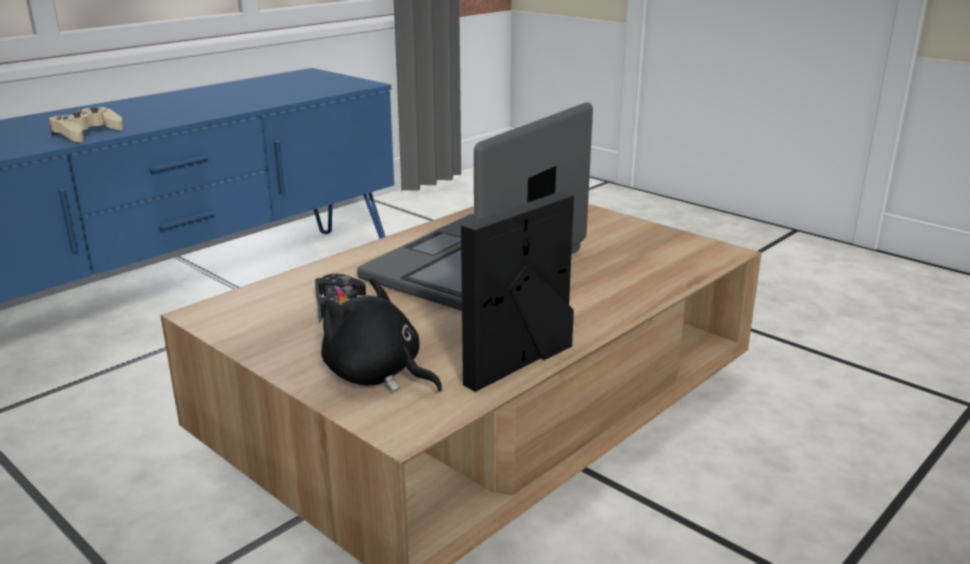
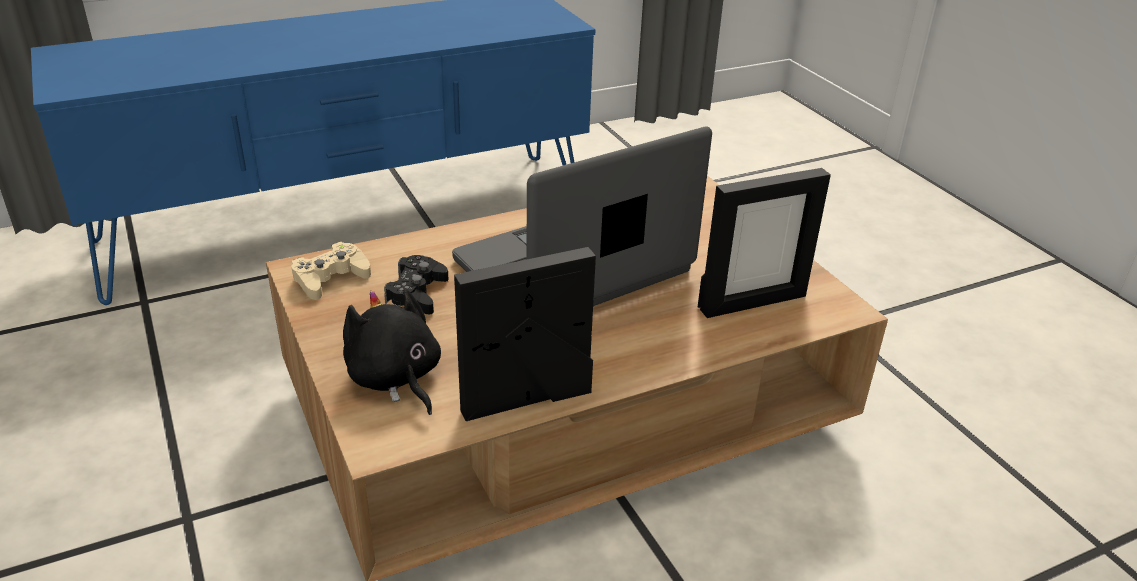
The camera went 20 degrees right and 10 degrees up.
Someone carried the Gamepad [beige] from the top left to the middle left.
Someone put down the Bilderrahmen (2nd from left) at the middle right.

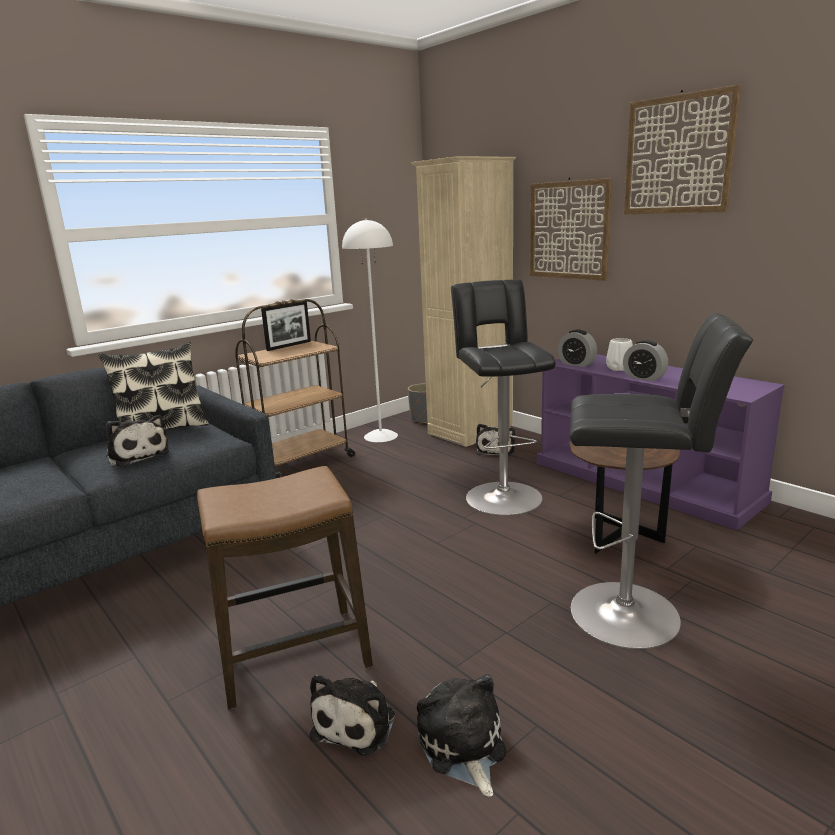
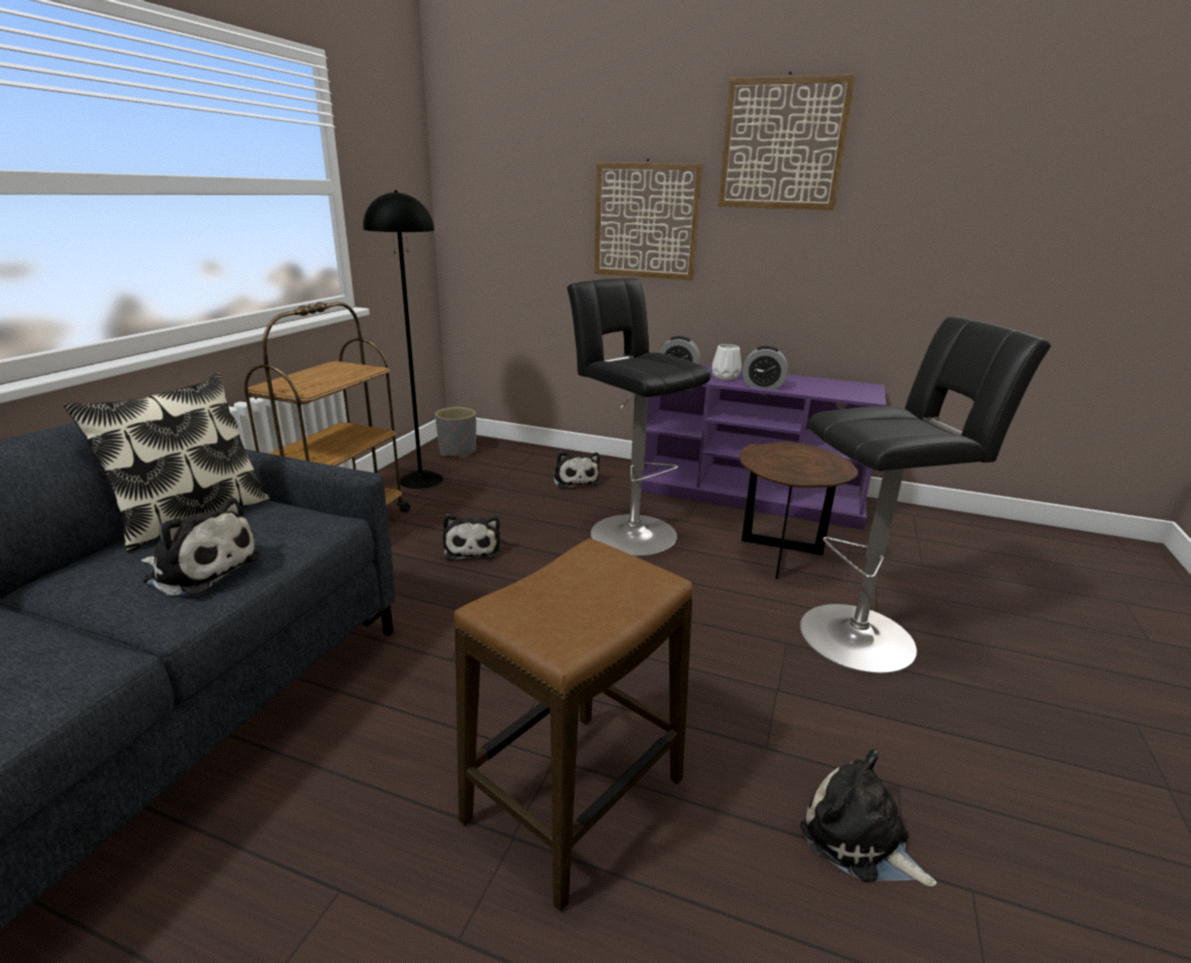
The camera went 30 degrees left and 5 degrees up.
Someone repainted the Stehlampe [weiß] at the centre, which became the Stehlampe [schwarz] at the centre.
Someone carried the Plüschtier (2nd from left) from the bottom centre to the centre.
Someone took away the Bilderrahmen at the centre.
Someone took away the Schrank [beige] at the centre.

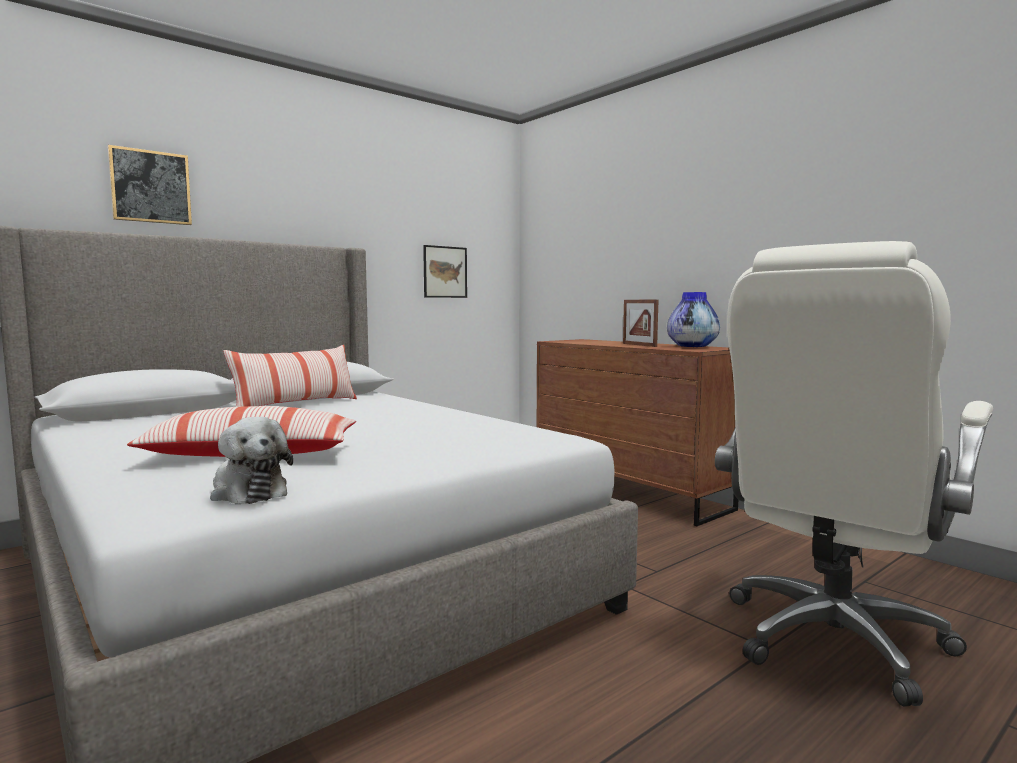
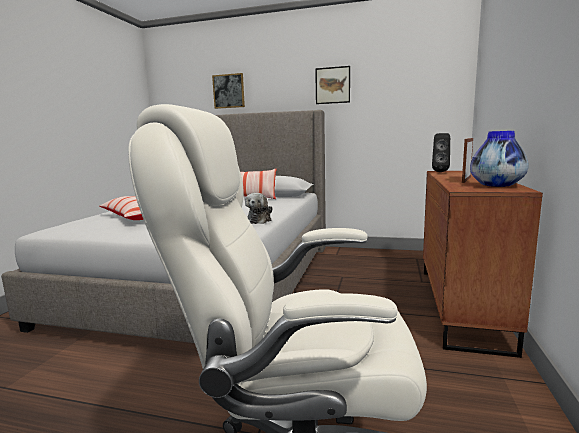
The camera went 55 degrees right and 5 degrees up.
Someone carried the Plüschtier from the middle left to the centre.
Someone carried the Bild (2nd from left) from the centre to the top centre.
Someone put down the Lautsprecher [schwarz] at the middle right.

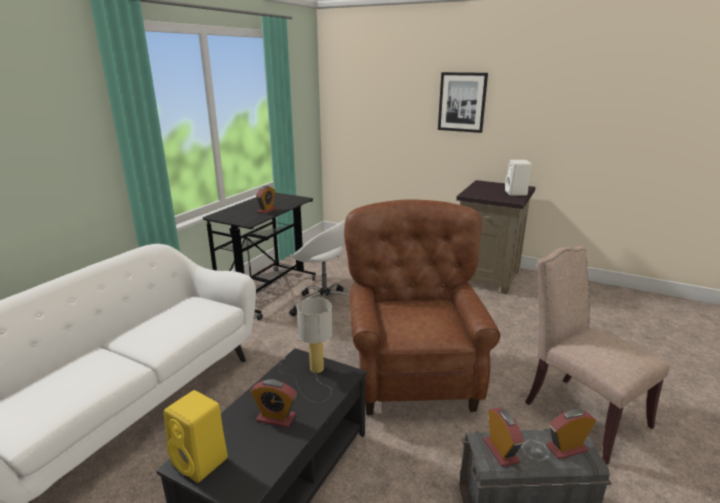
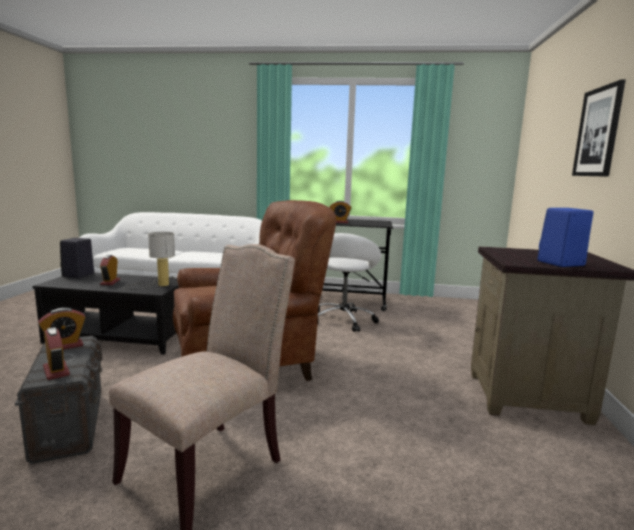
The camera went 70 degrees right and 10 degrees down.
Someone repainted the Lautsprecher [gelb] at the bottom left, which became the Lautsprecher [schwarz] at the middle left.
Someone repainted the Lautsprecher [weiß] at the middle right, which became the Lautsprecher [blau] at the middle right.

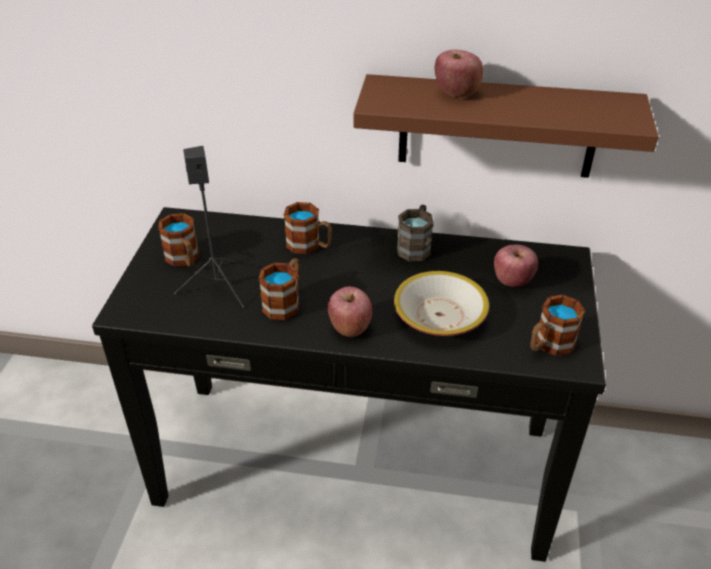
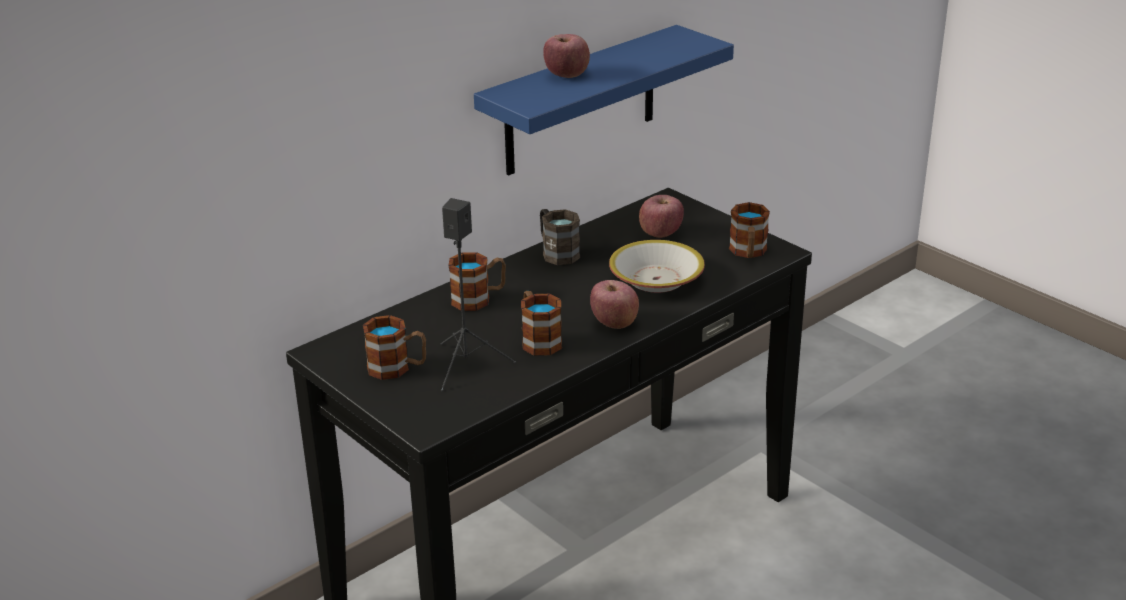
The camera went 50 degrees left and 10 degrees down.
Someone repainted the Wandregal [braun] at the top right, which became the Wandregal [blau] at the top centre.

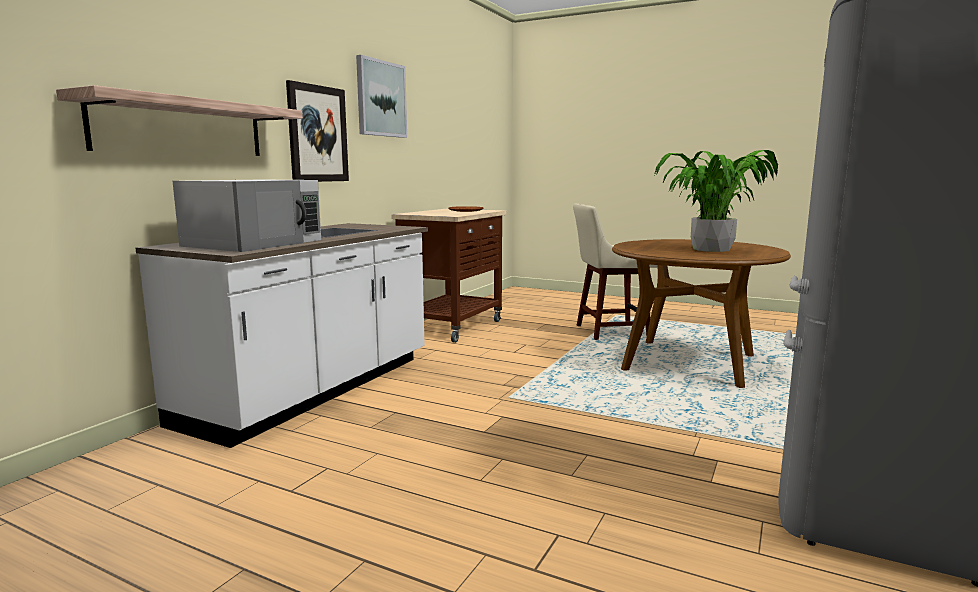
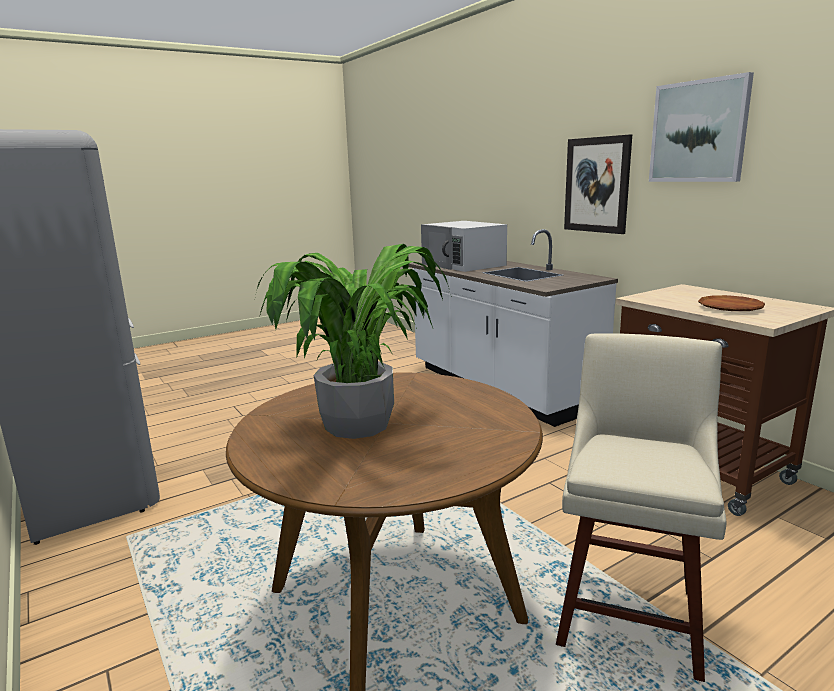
The camera went 120 degrees right and 5 degrees up.
Someone took away the Wandregal at the top left.

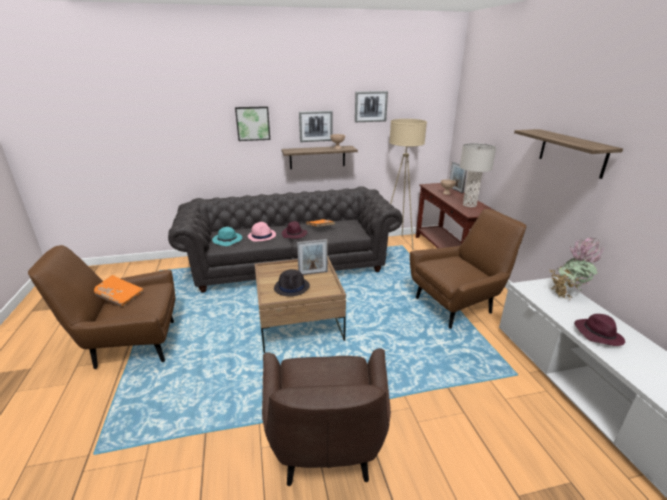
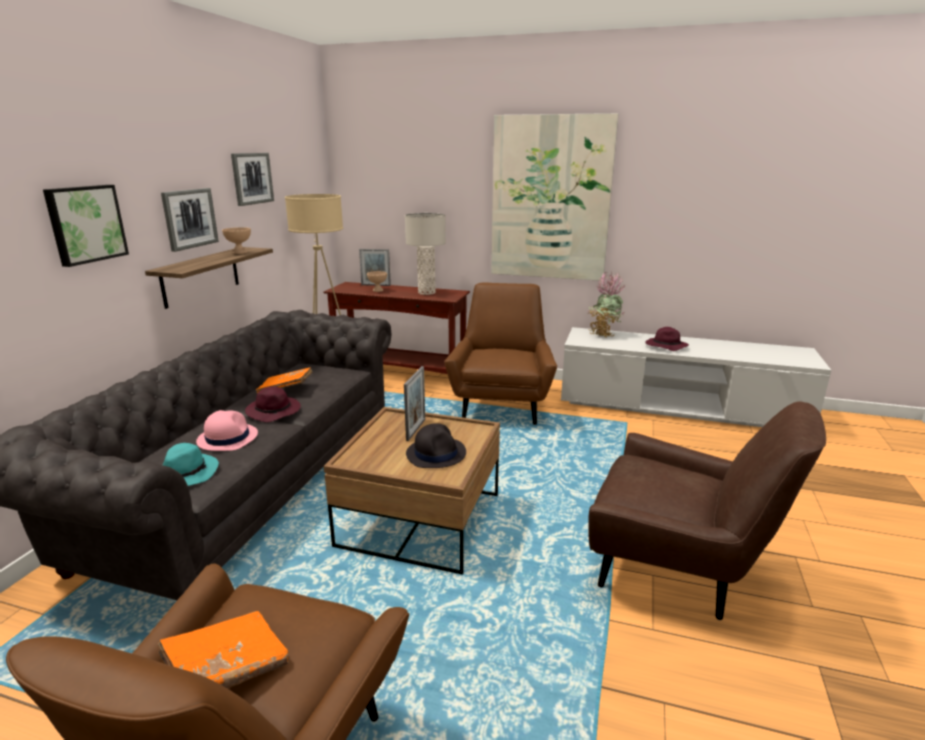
The camera went 60 degrees left and 5 degrees down.
Someone swapped the Wandregal (2nd from left) at the top right for the Bild (4th from left) at the top centre.

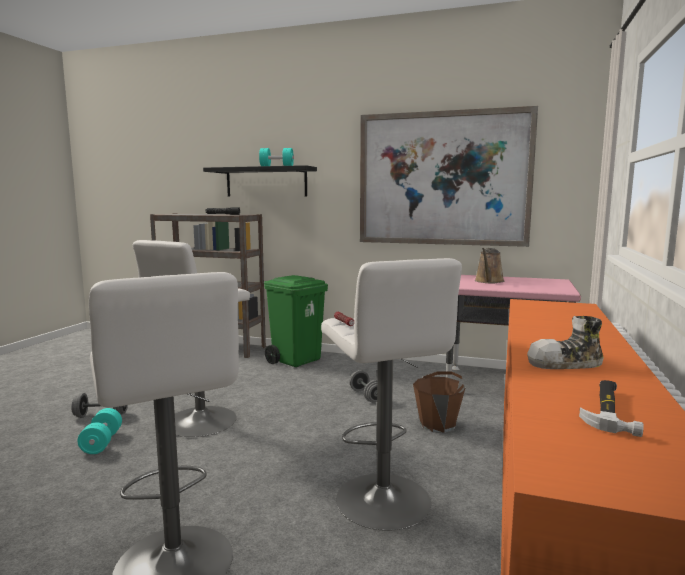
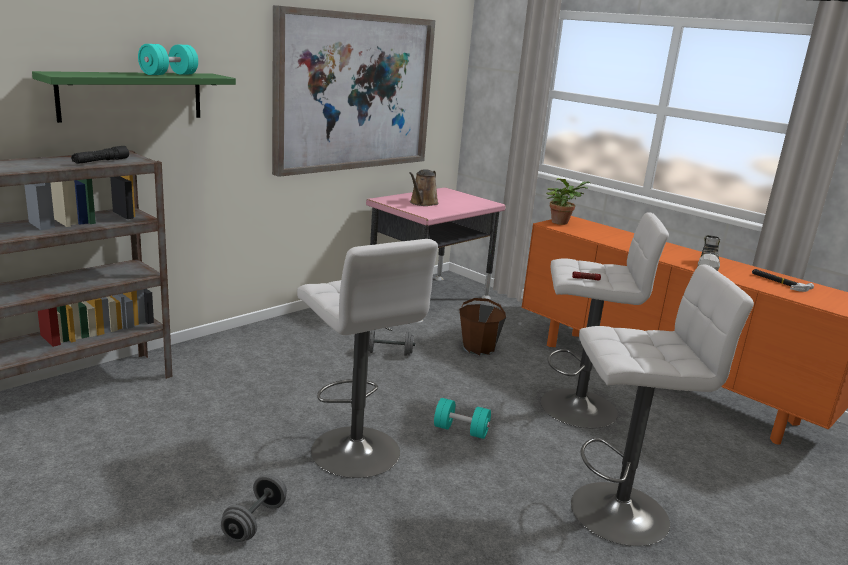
The camera went 65 degrees left and 10 degrees up.
Someone repainted the Wandregal [schwarz] at the top centre, which became the Wandregal [grün] at the top left.
Someone rotated the Gießkanne [braun] at the middle right by 60 degrees clockwise.
Someone carried the Hantel [türkis] (1st from left in the first image) from the bottom left to the bottom centre.
Someone put down the Topfpflanze at the middle right.
Someone took away the Mülleimer [grün] at the centre.

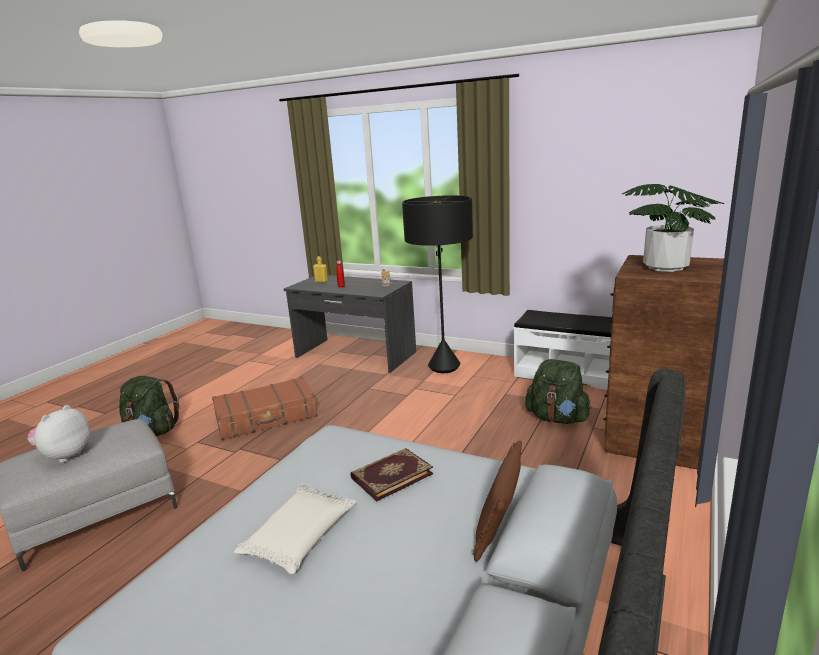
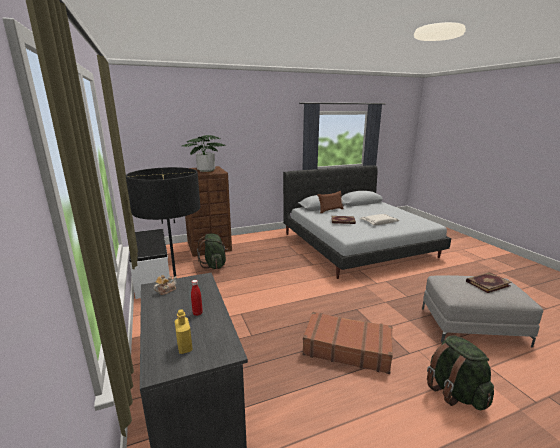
The camera went 140 degrees left and 0 degrees up.
Someone swapped the Plüschtier at the middle left for the Buch (2nd from left) at the middle right.

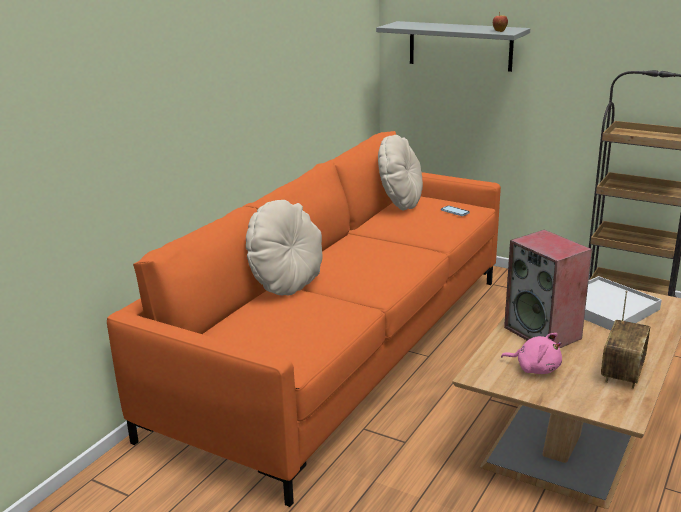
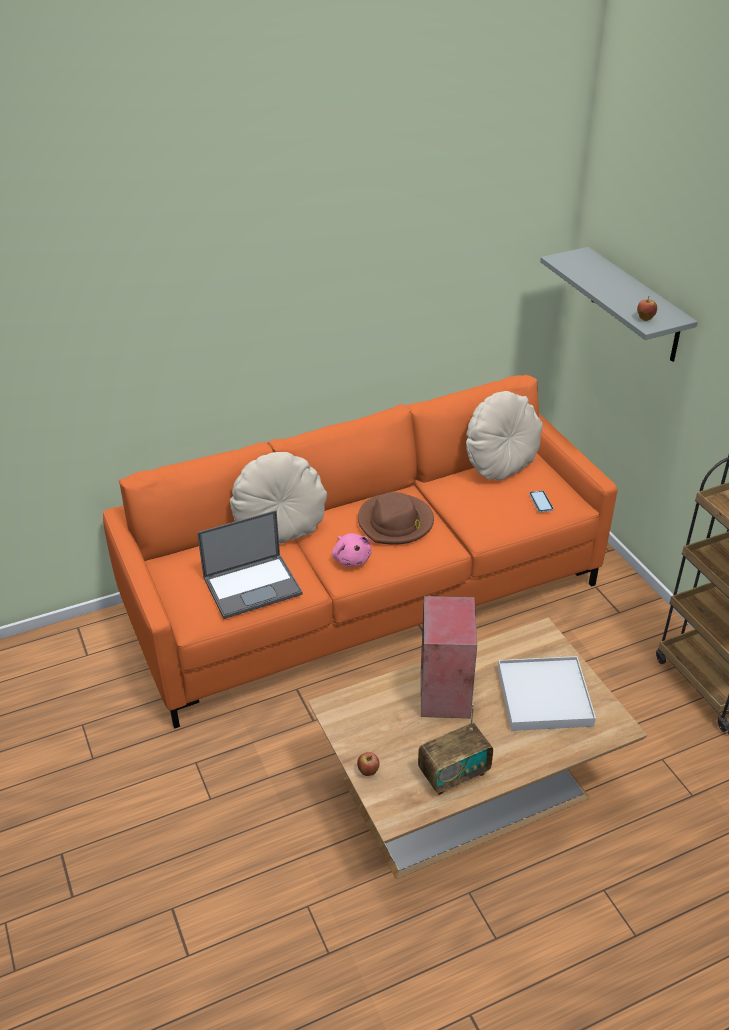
The camera went 35 degrees right and 15 degrees up.
Someone put down the Laptop at the centre.
Someone carried the Plüschtier [rosa] from the bottom right to the centre.
Someone put down the Apfel (1st from left) at the bottom centre.
Someone put down the Hut [braun] at the centre.

